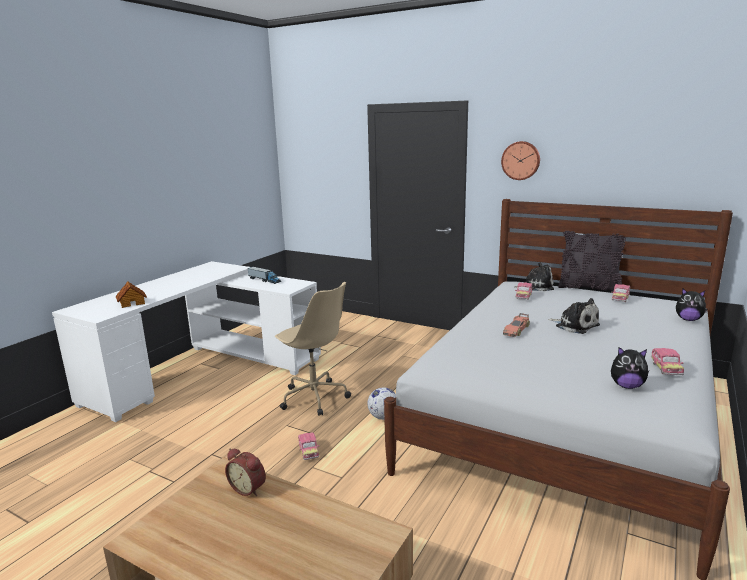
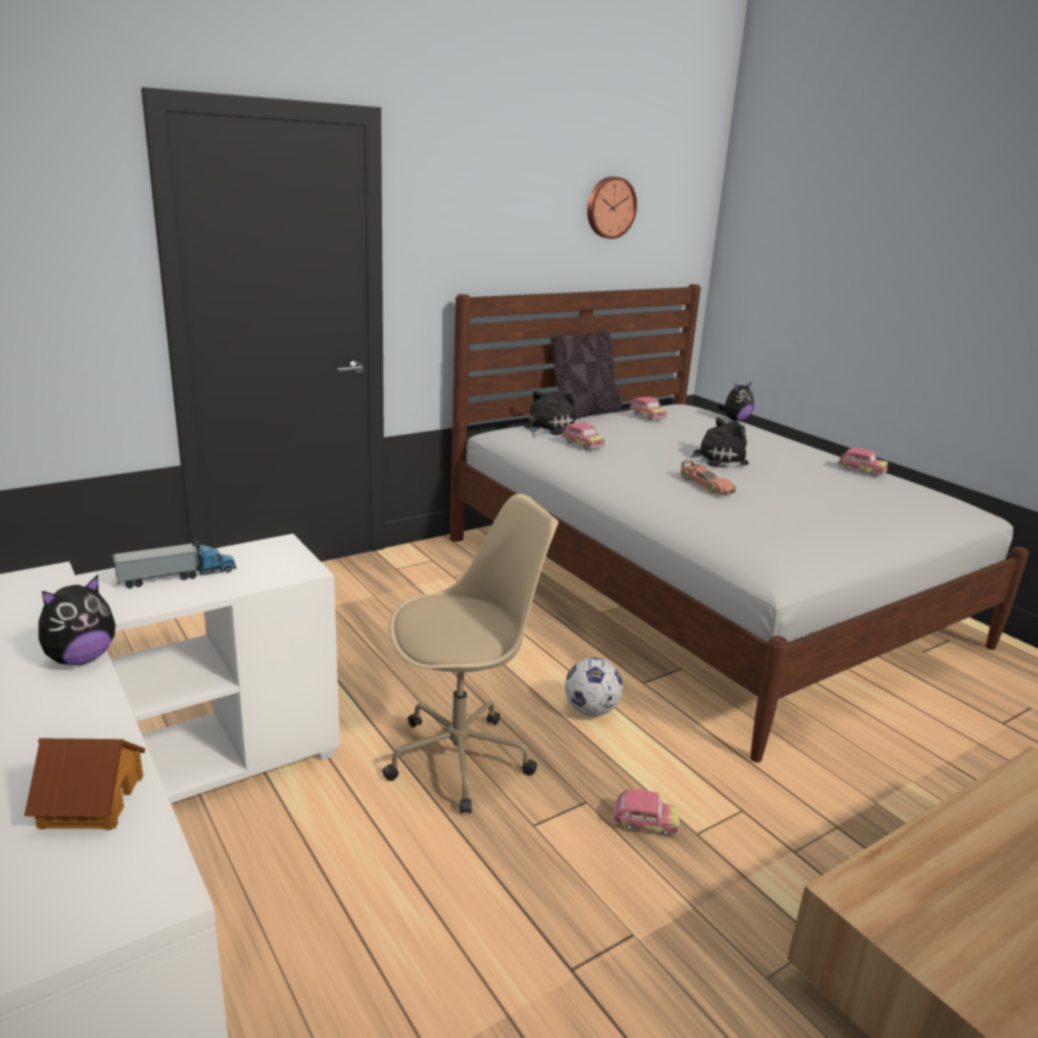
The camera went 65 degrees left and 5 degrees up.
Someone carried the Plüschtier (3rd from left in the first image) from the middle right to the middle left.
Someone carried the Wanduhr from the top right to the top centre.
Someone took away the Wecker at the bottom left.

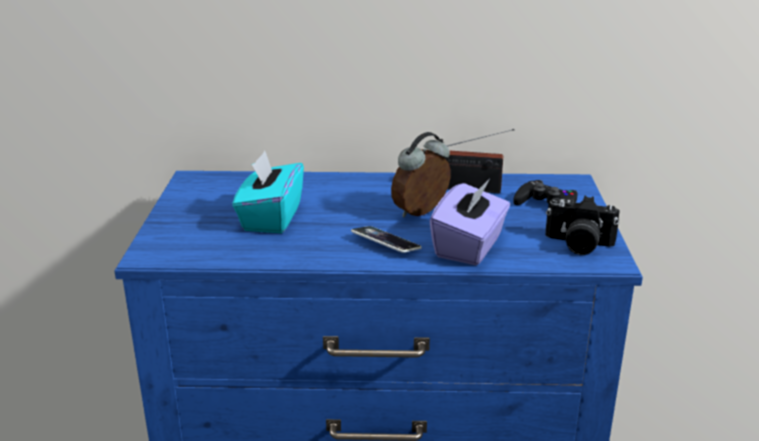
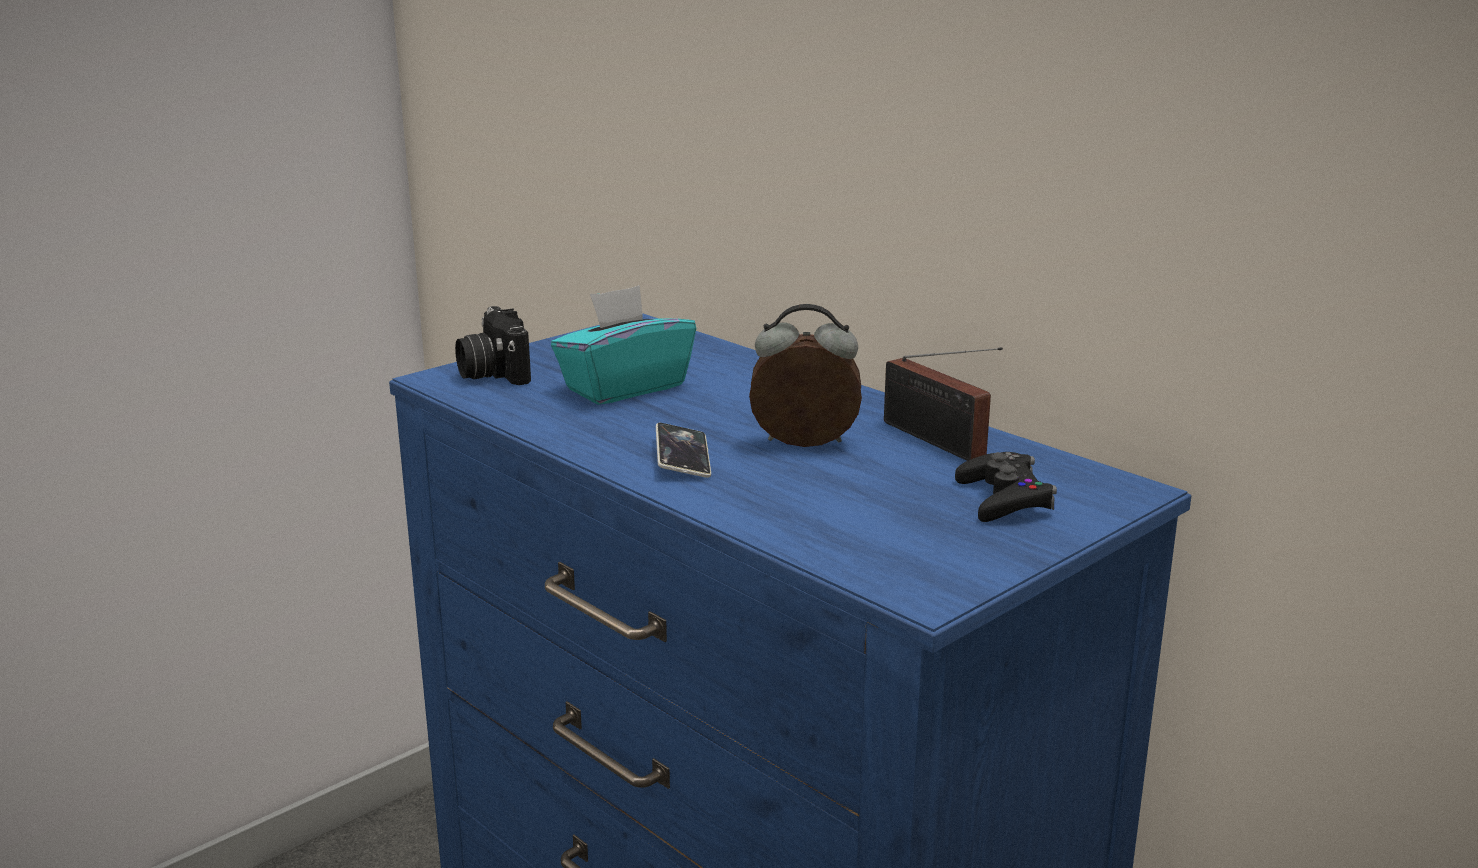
The camera went 45 degrees right and 5 degrees down.
Someone carried the Kamera from the middle right to the centre.
Someone took away the Taschentuchbox [lila] at the centre.

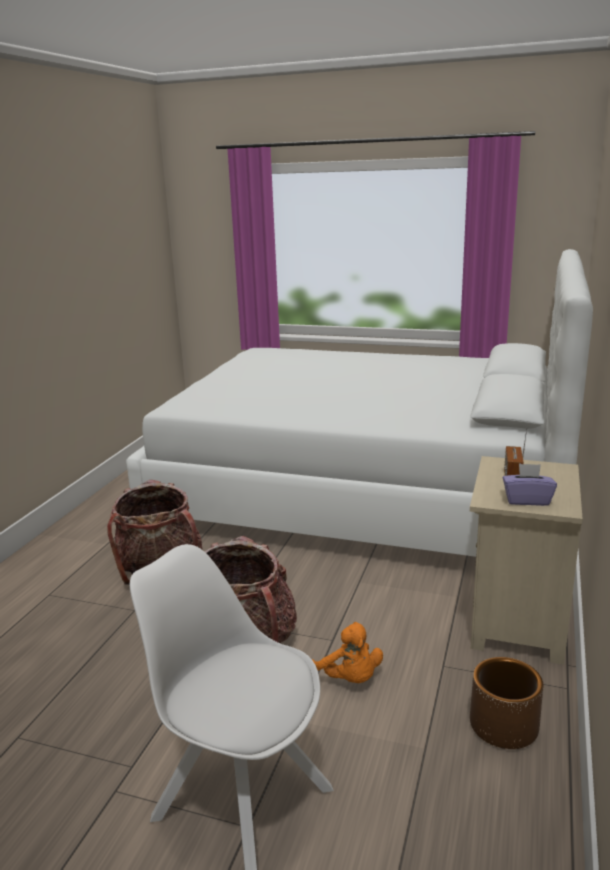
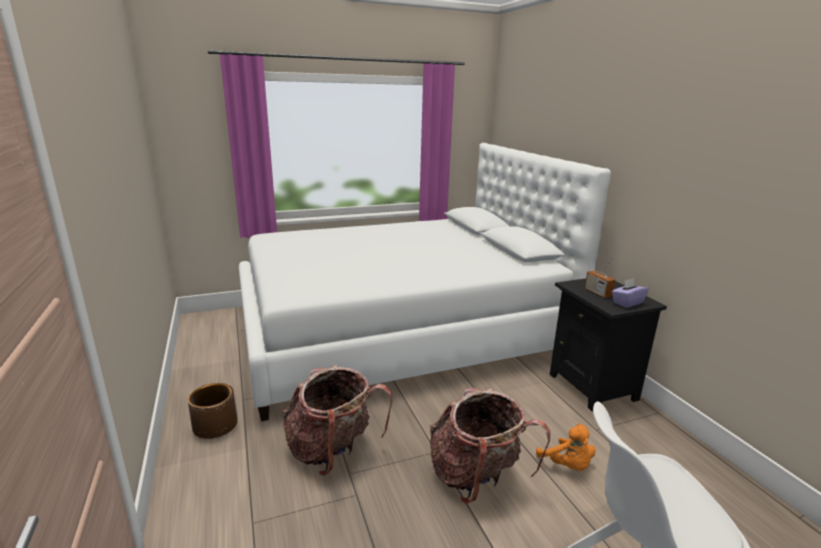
The camera went 40 degrees left and 0 degrees up.
Someone carried the Pflanzkübel [braun] from the bottom right to the bottom left.
Someone rotated the Plüschtier [orange] at the bottom centre by 45 degrees clockwise.
Someone repainted the Nachttisch [beige] at the middle right, which became the Nachttisch [schwarz] at the middle right.

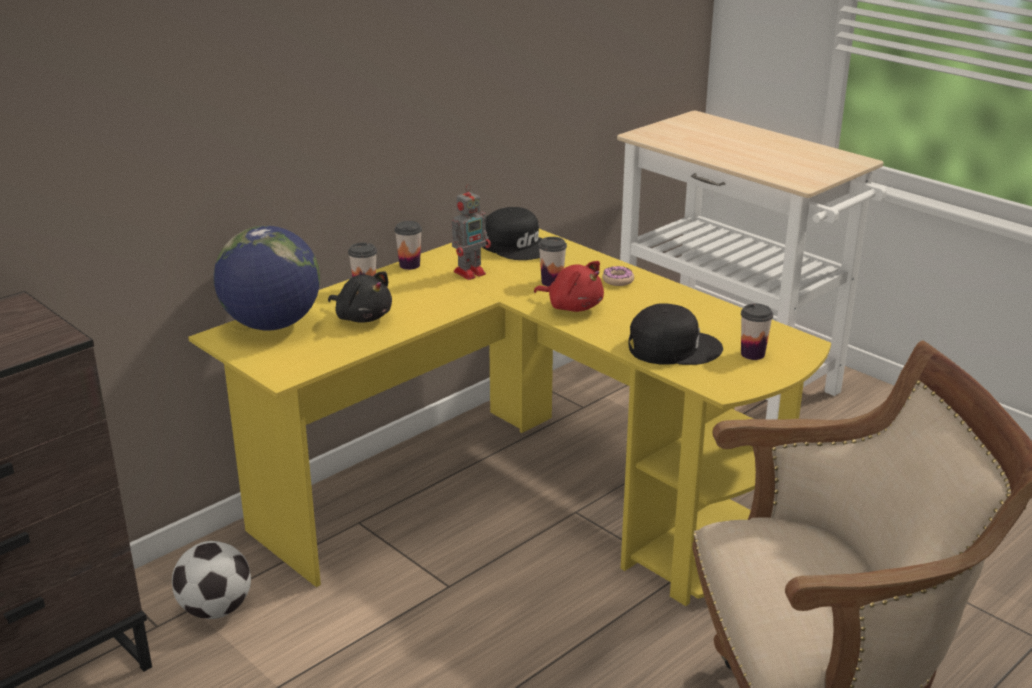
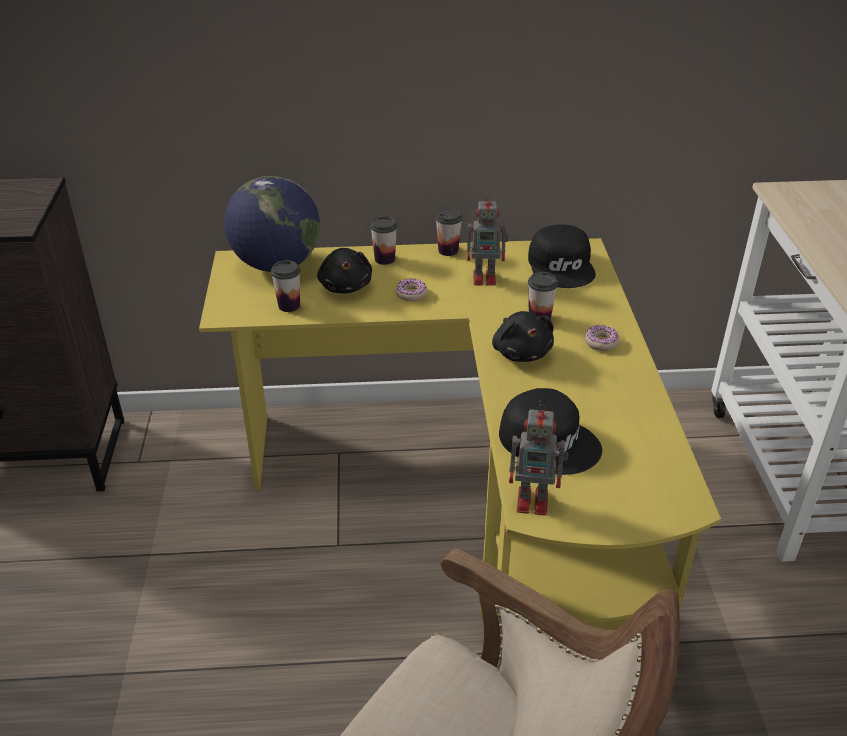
The camera went 40 degrees right and 10 degrees up.
Someone carried the Tasse (4th from left in the first image) from the middle right to the centre.
Someone put down the Donut (1st from left) at the centre.
Someone repainted the Plüschtier [rot] at the centre, which became the Plüschtier [schwarz] (2nd from left) at the centre.
Someone put down the Spielzeugroboter (2nd from left) at the centre.
Someone took away the Fußball at the bottom left.

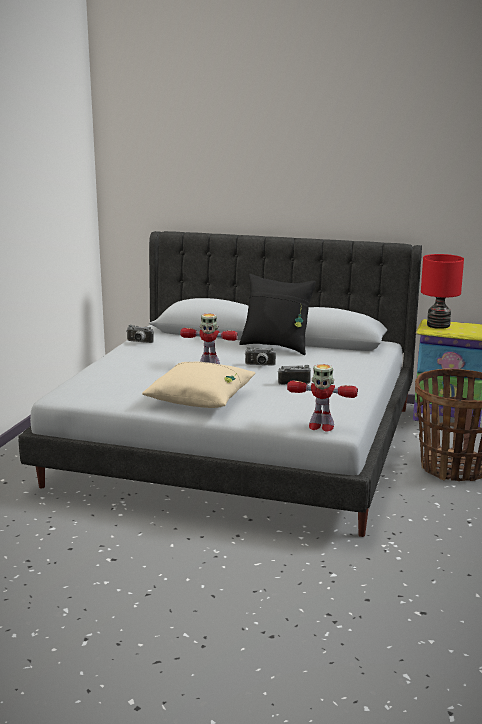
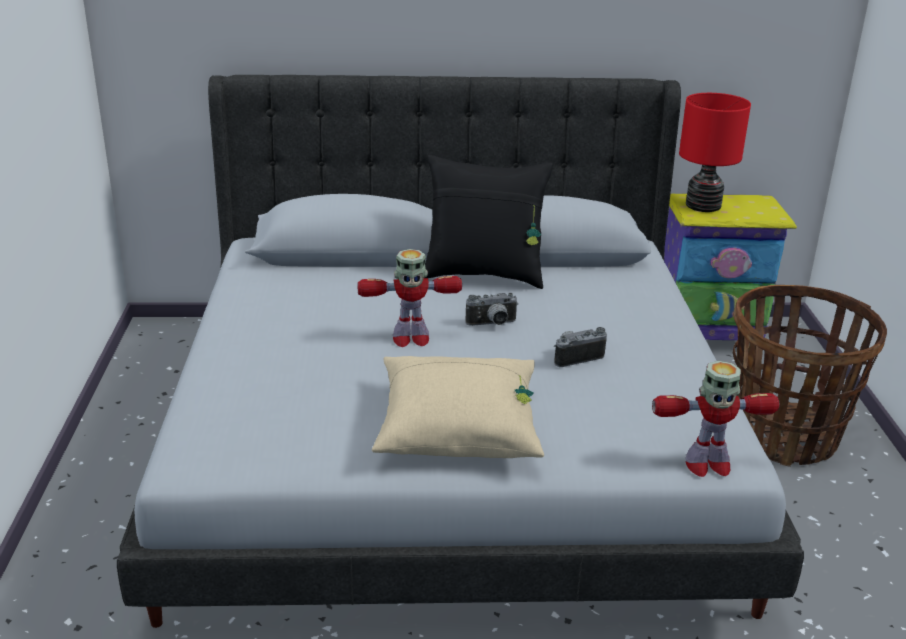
The camera went 20 degrees left and 10 degrees up.
Someone took away the Kamera (1st from left) at the middle left.

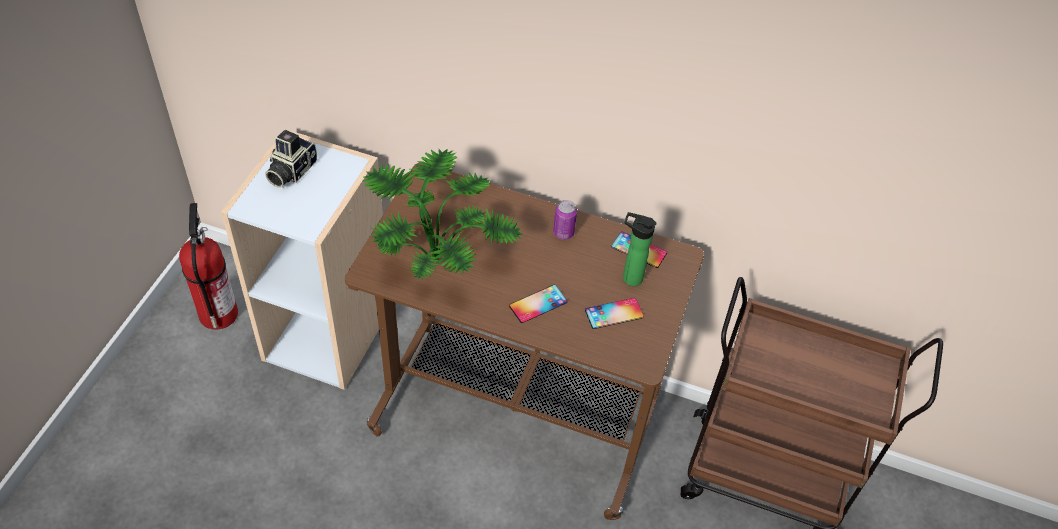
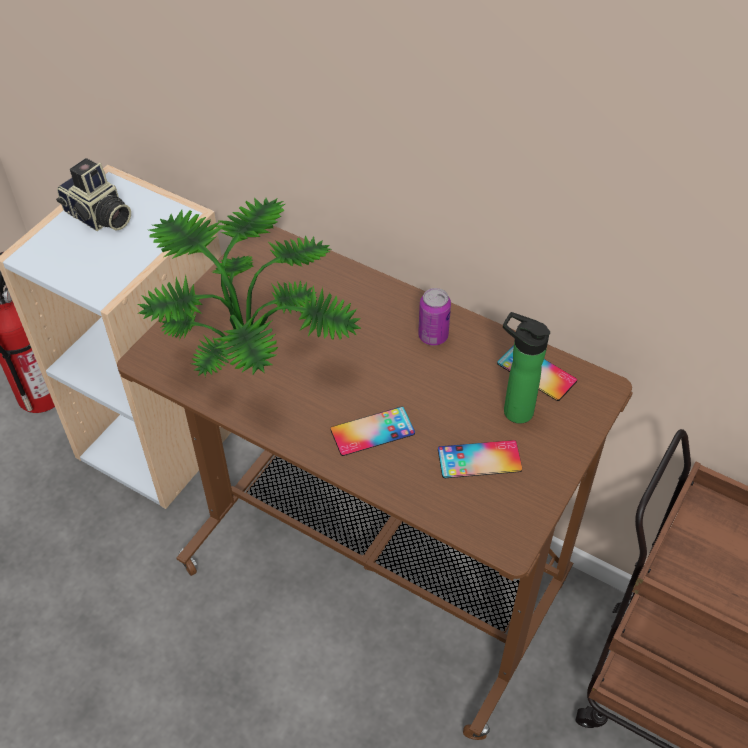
The camera went 15 degrees right and 0 degrees up.
Someone rotated the Kamera at the top left by 90 degrees counterclockwise.

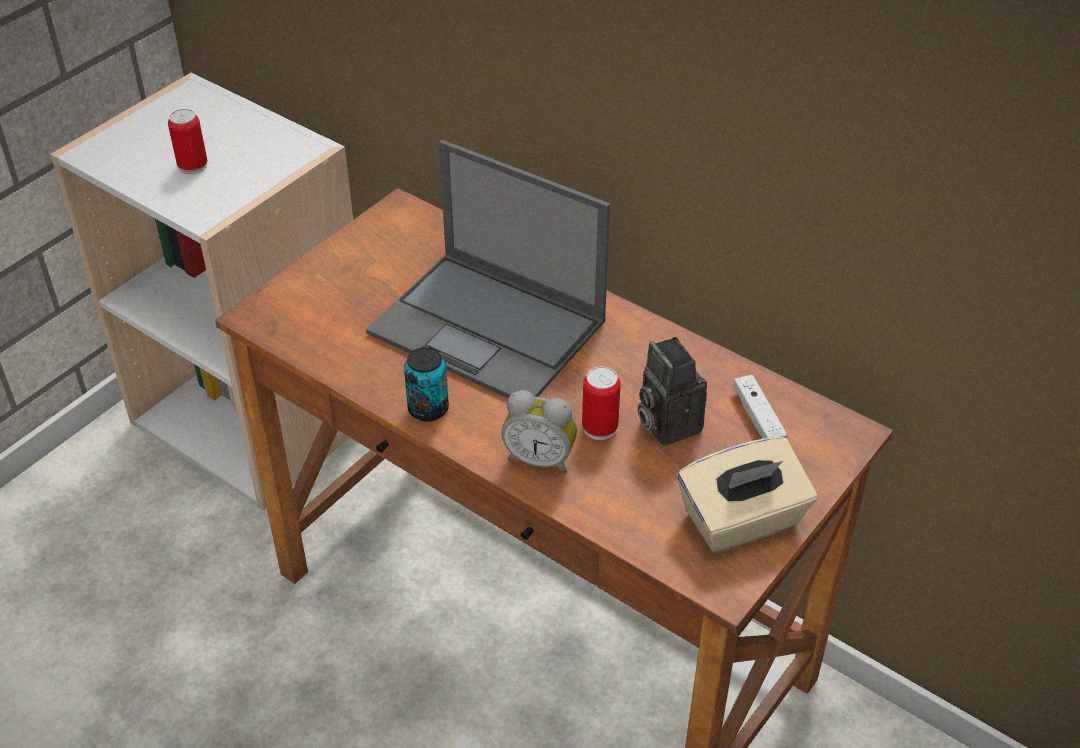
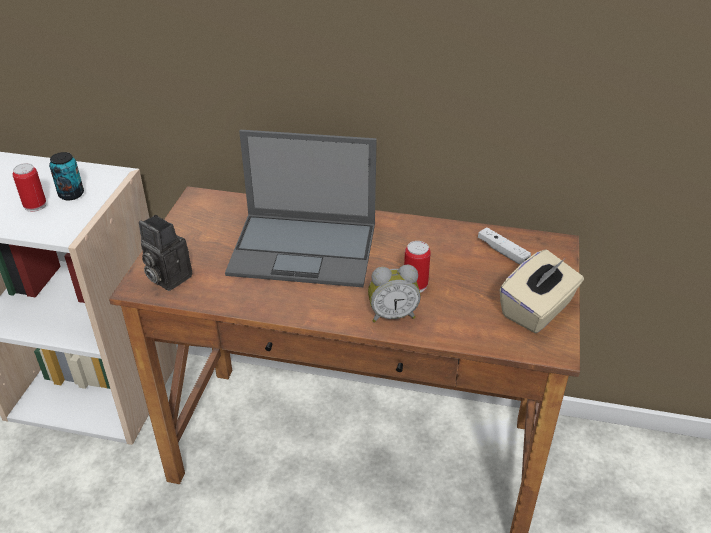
The camera went 25 degrees left and 5 degrees down.
Someone carried the Dose (2nd from left) from the centre to the top left.
Someone carried the Kamera from the centre to the middle left.

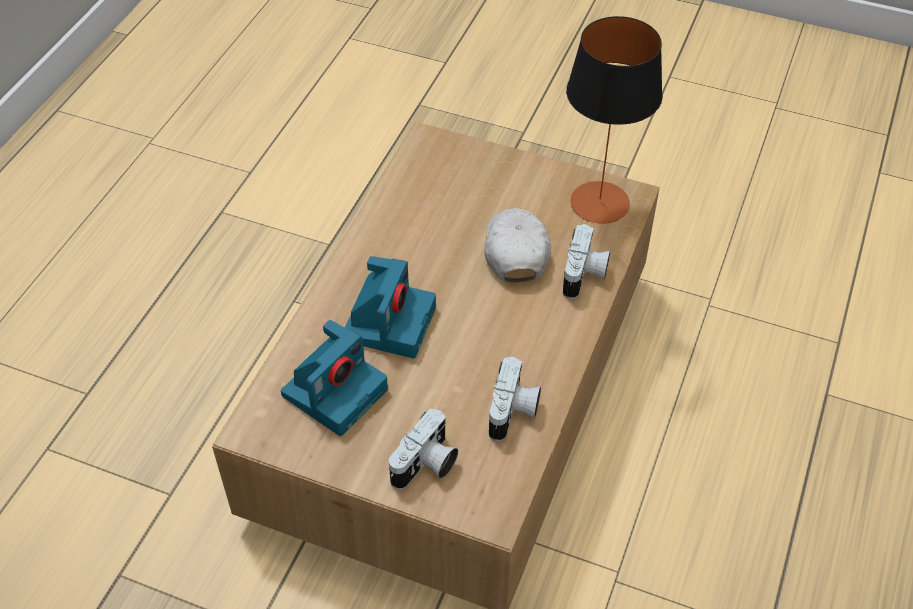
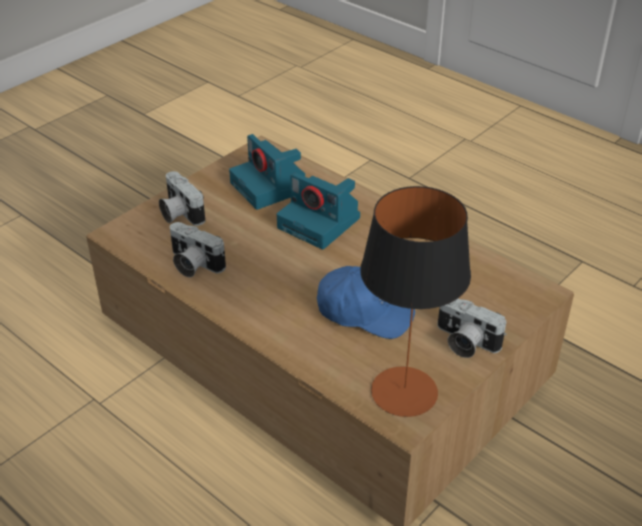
The camera went 110 degrees right and 10 degrees down.
Someone repainted the Kappe [weiß] at the centre, which became the Kappe [blau] at the centre.
Someone carried the Kamera (5th from left) from the centre to the middle right.

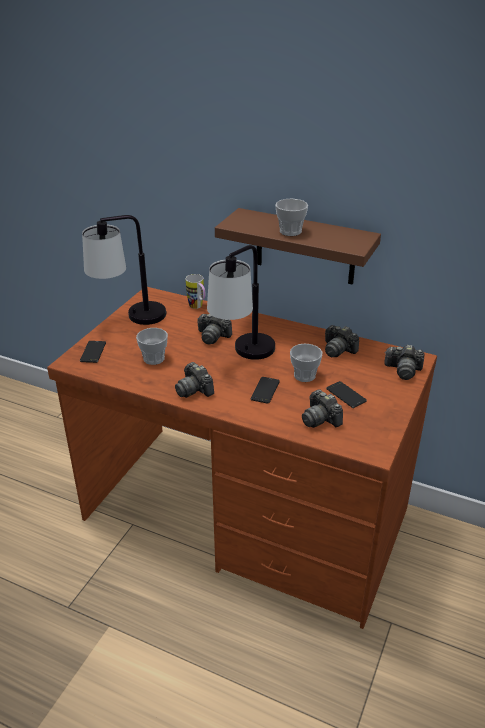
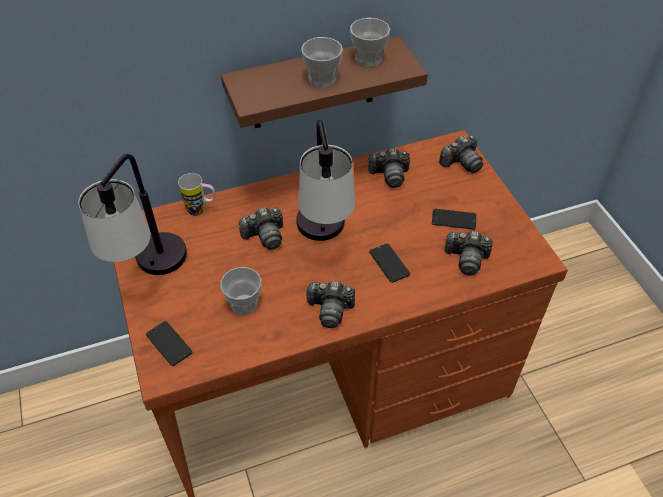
The camera went 45 degrees left and 15 degrees up.
Someone carried the Tasse (3rd from left) from the centre to the top centre.

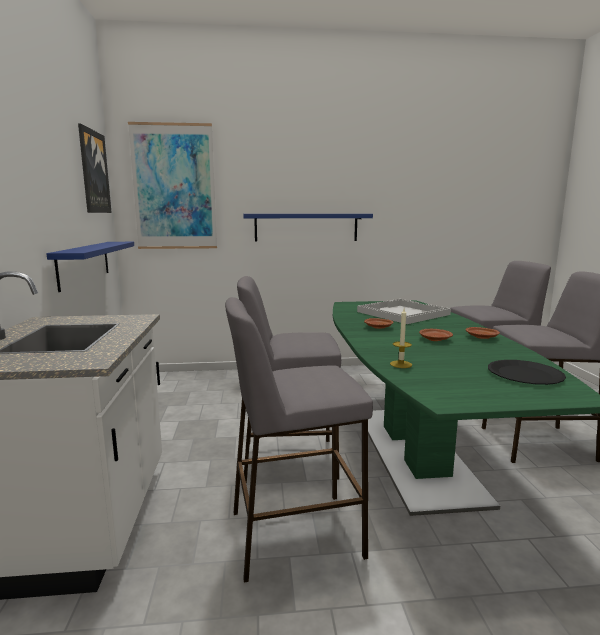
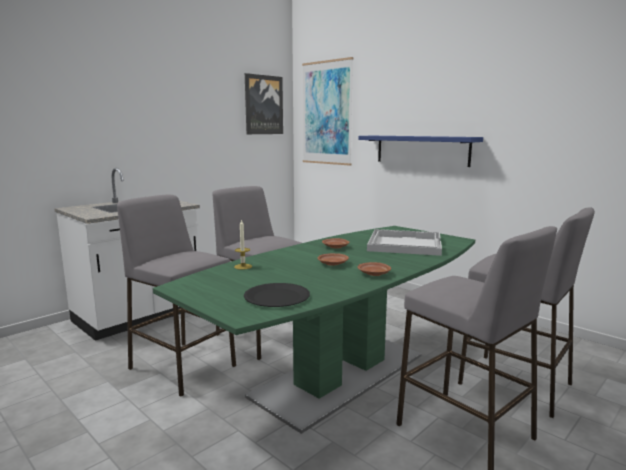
The camera went 50 degrees right and 0 degrees up.
Someone took away the Wandregal [blau] (1st from left) at the middle left.

